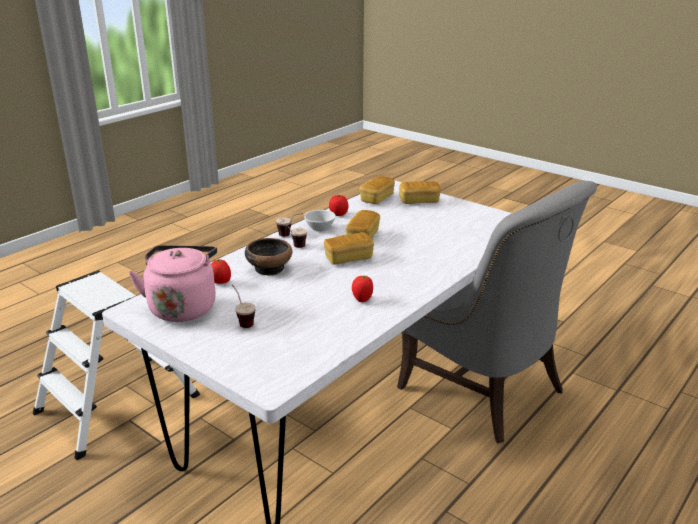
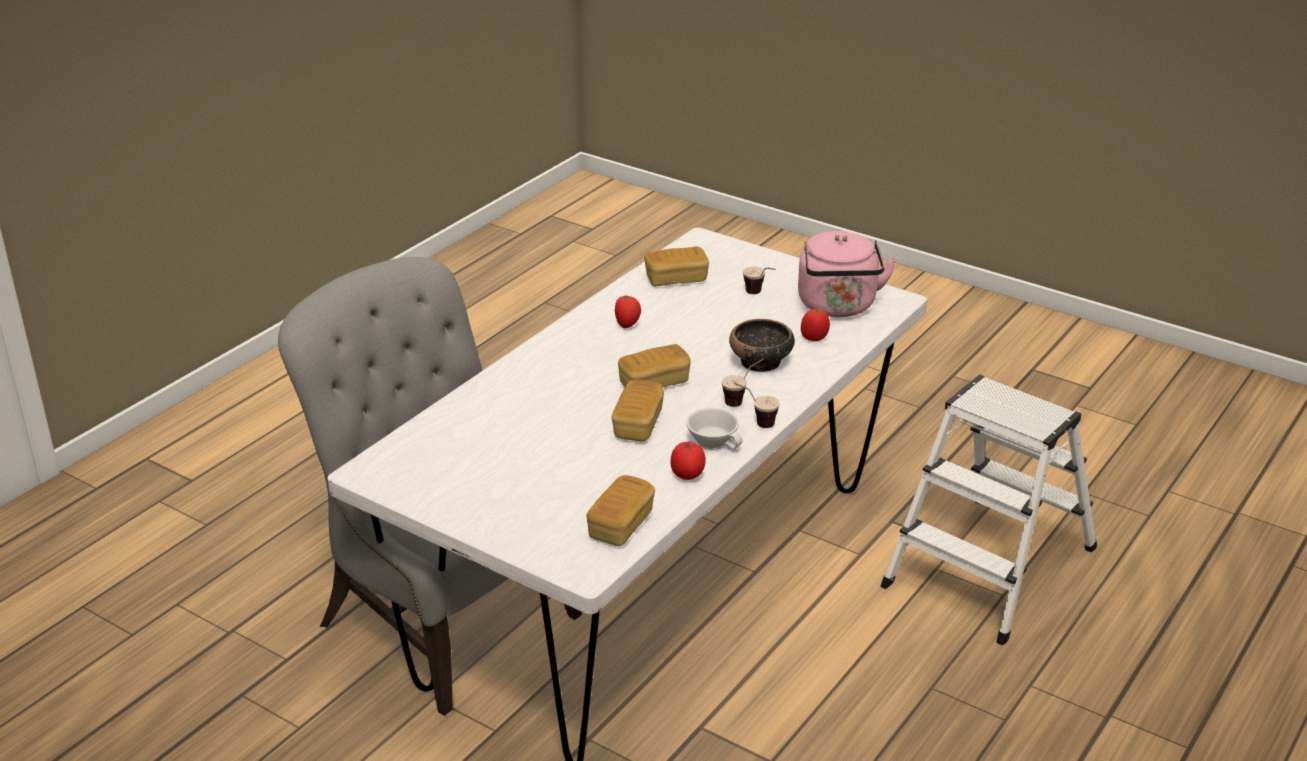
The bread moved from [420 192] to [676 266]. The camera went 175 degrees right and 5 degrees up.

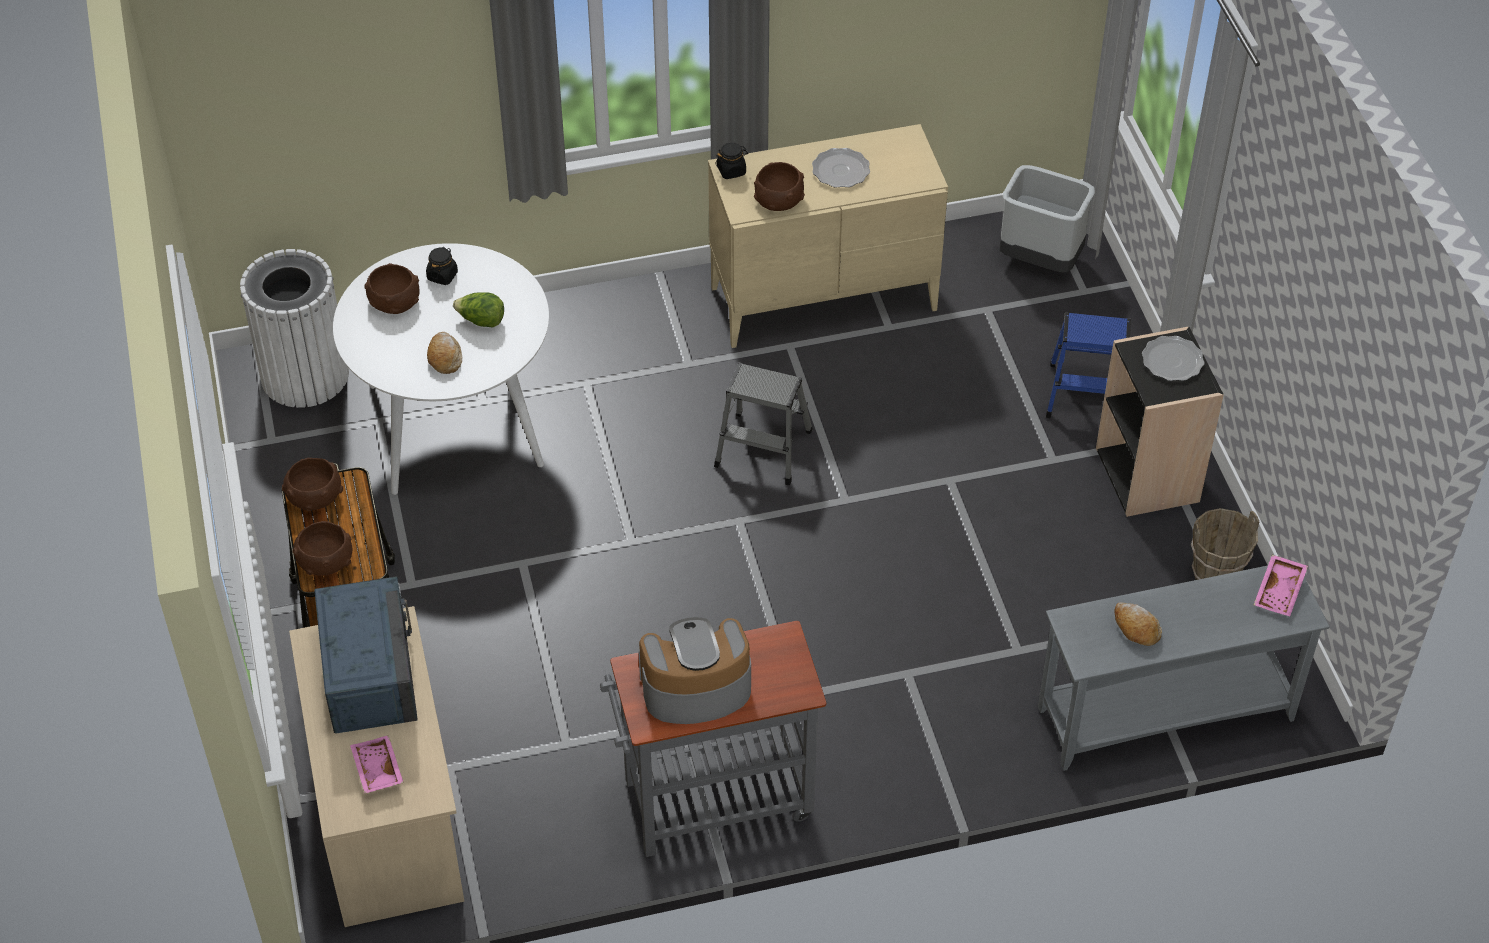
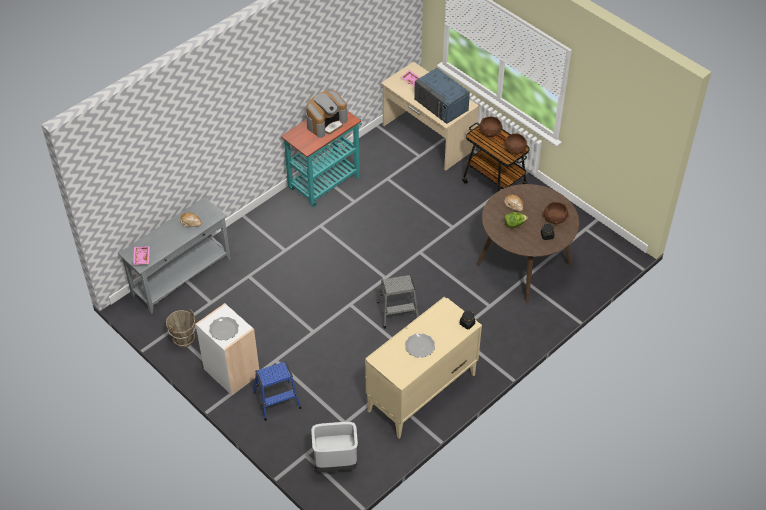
The black bookcase at [1160 421] became the white bookcase at [227 349]. The grey cart at [713 739] became the turquoise cart at [321 159]. The white dining table at [441 369] became the brown dining table at [528 243]. The white trash can at [294 328] disappeared. The brown bowl at [779 186] disappeared. The camera went 150 degrees right and 0 degrees up.

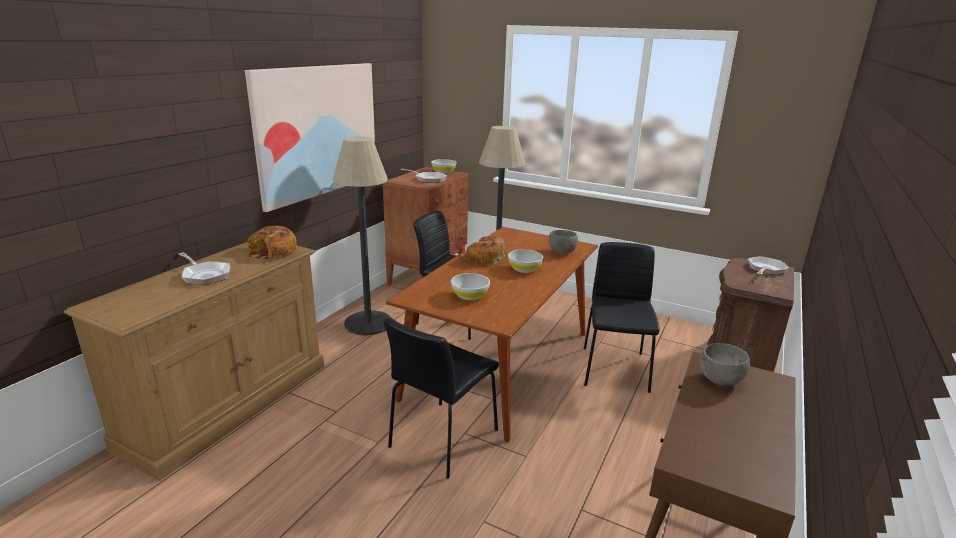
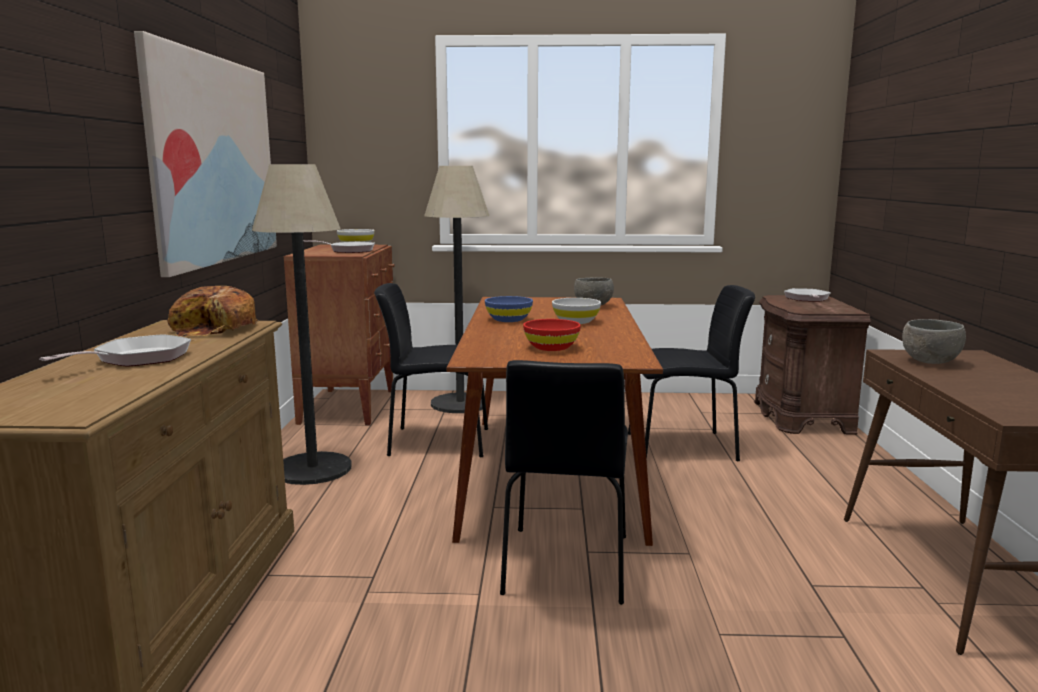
The frying pan at [204 268] turned 75 degrees counterclockwise. The bread at [482 250] was replaced by the blue bowl at [509 309]. The white bowl at [470 286] became the red bowl at [552 335]. The black chair at [622 317] turned 105 degrees clockwise. The camera went 25 degrees left and 10 degrees down.

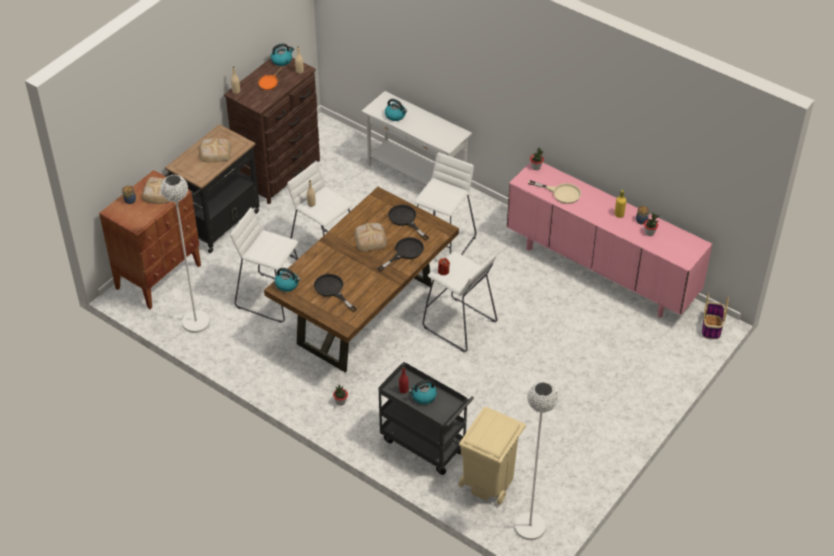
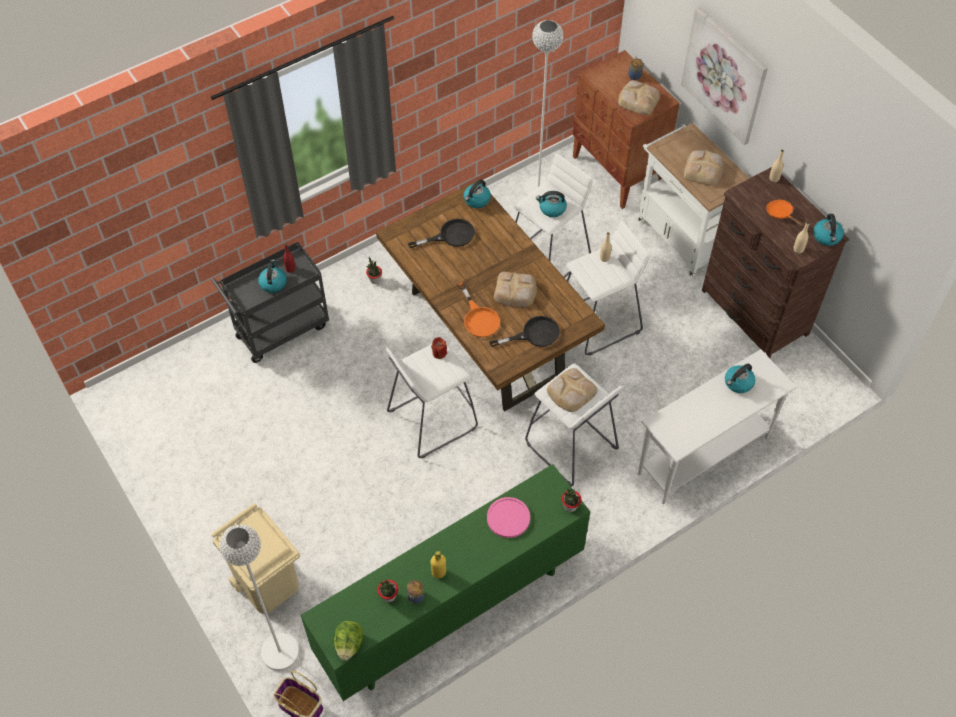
The beige trash can moved from [492 456] to [255 558]. The white floor lamp moved from [536 461] to [259 598]. The pink cabinet at [609 240] became the green cabinet at [445 582]. The lettuce at [348 641] appeared. The black frying pan at [400 254] became the orange frying pan at [479 309]. The beige frying pan at [554 192] was replaced by the pink plate at [508 517]. The kettle at [551 204] appeared. The bread at [572 390] appeared. The black cart at [212 188] became the white cart at [693 200]. The picture at [724 75] appeared. The camera went 110 degrees right and 10 degrees up.

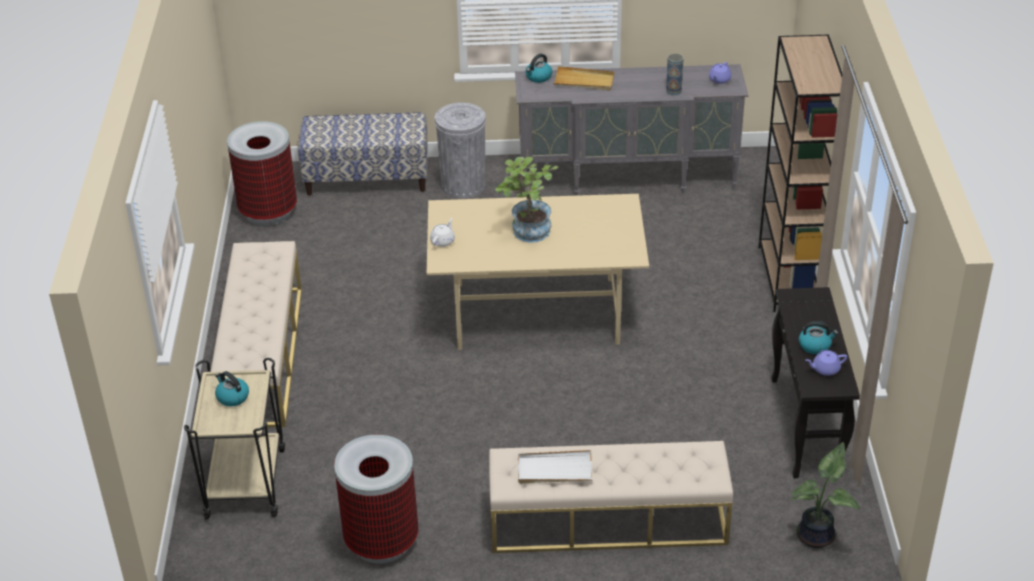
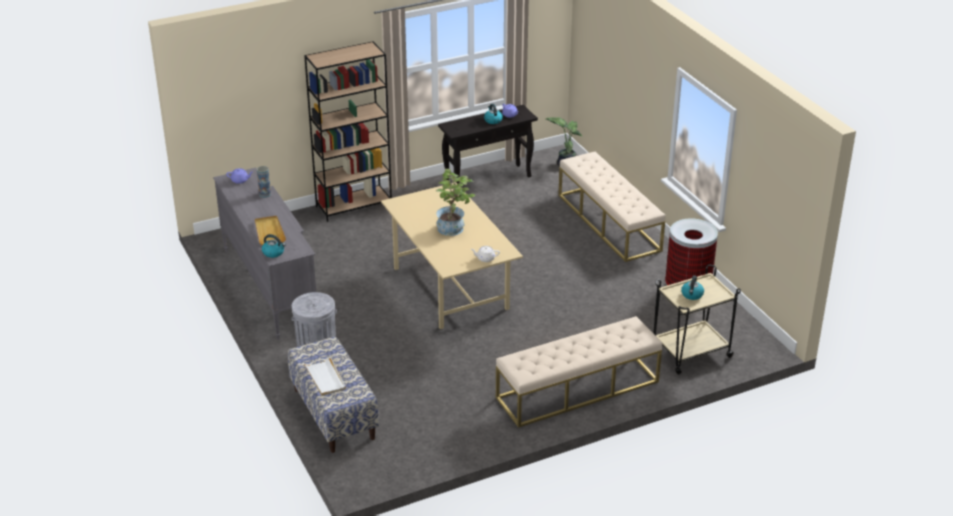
The white tray moved from [555 466] to [325 376]. The trash can at [262 173] disappeared. The camera went 115 degrees left and 5 degrees down.

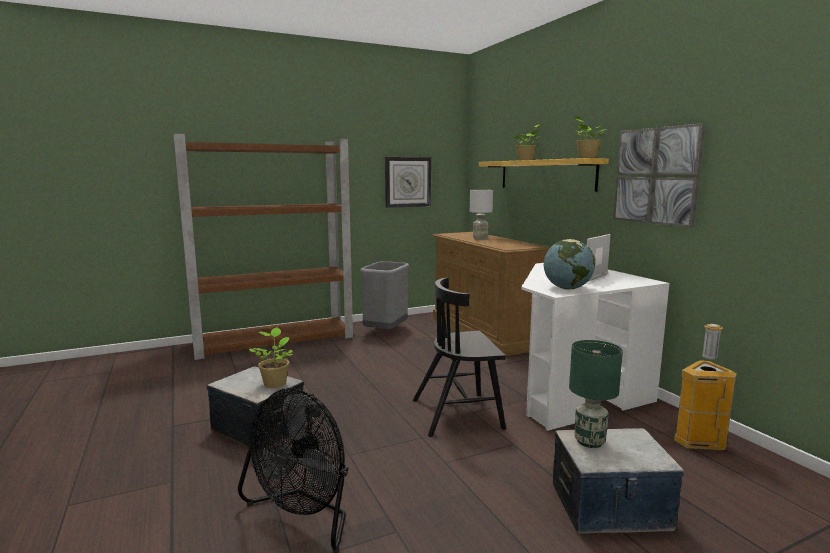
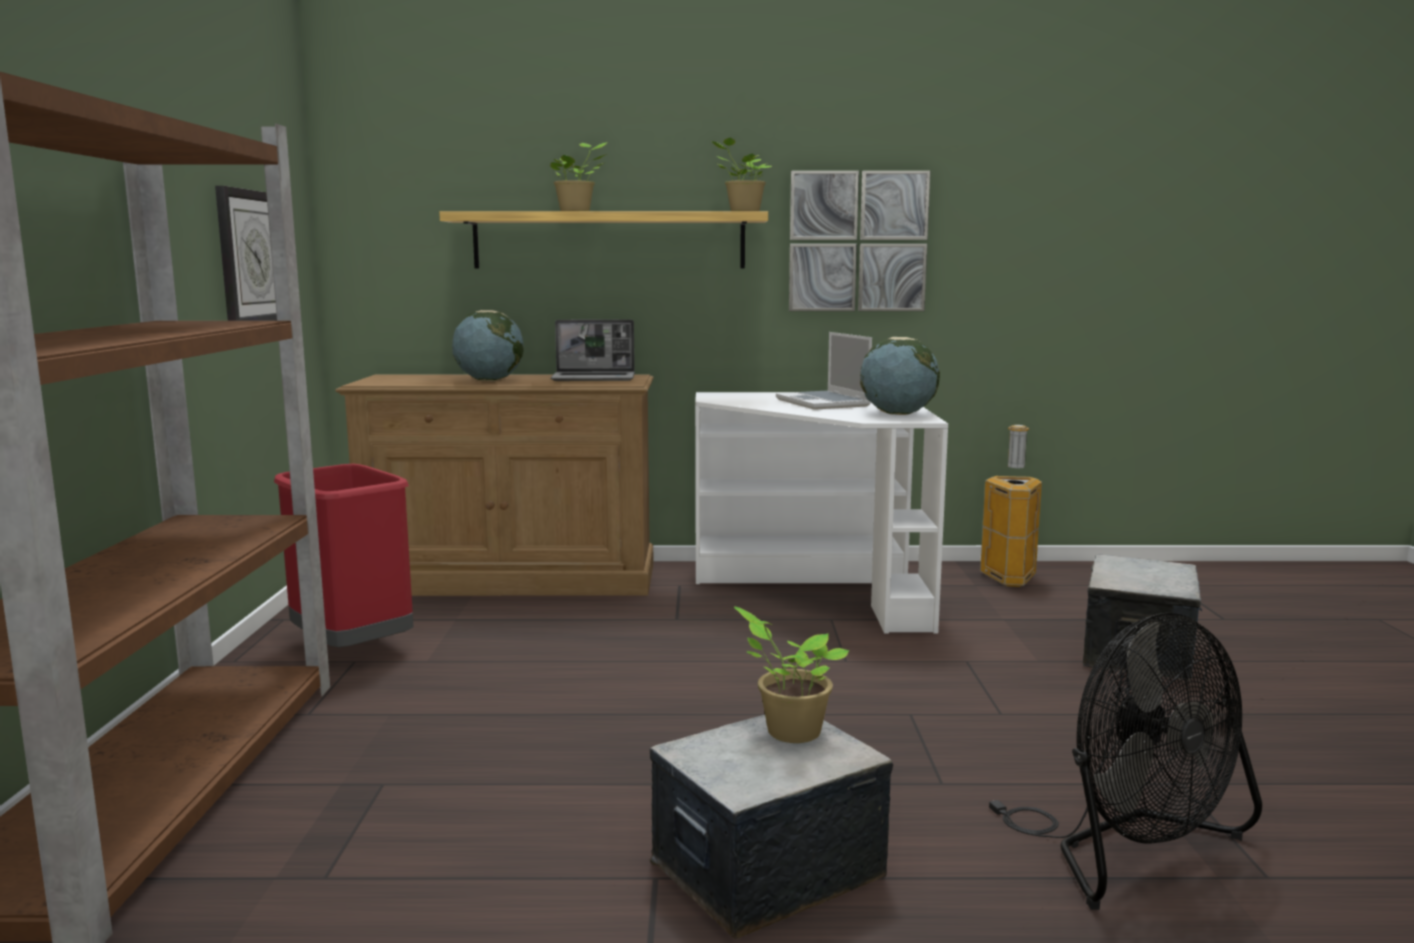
The grey trash can at [384 295] became the red trash can at [343 555]. The grey table lamp at [481 215] was replaced by the globe at [488 345]. The laptop at [593 350] appeared. The black chair at [459 357] disappeared. The green table lamp at [596 394] disappeared. The camera went 65 degrees left and 0 degrees up.

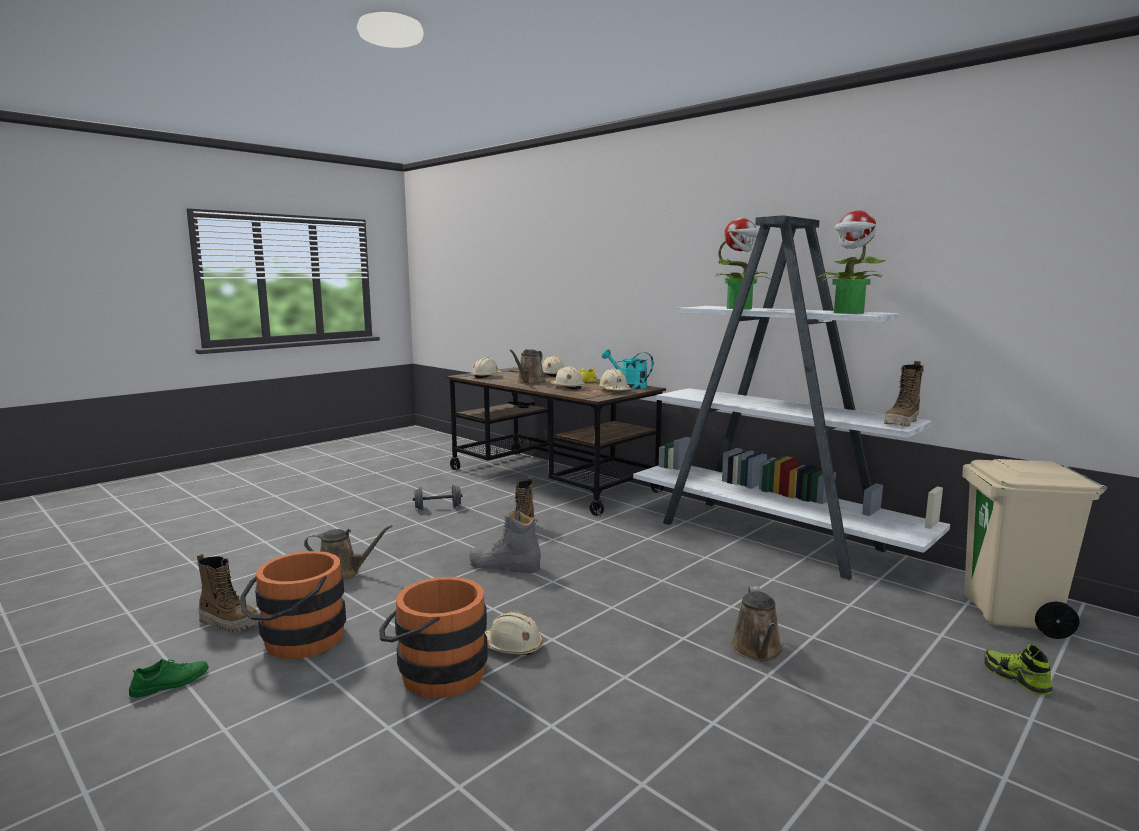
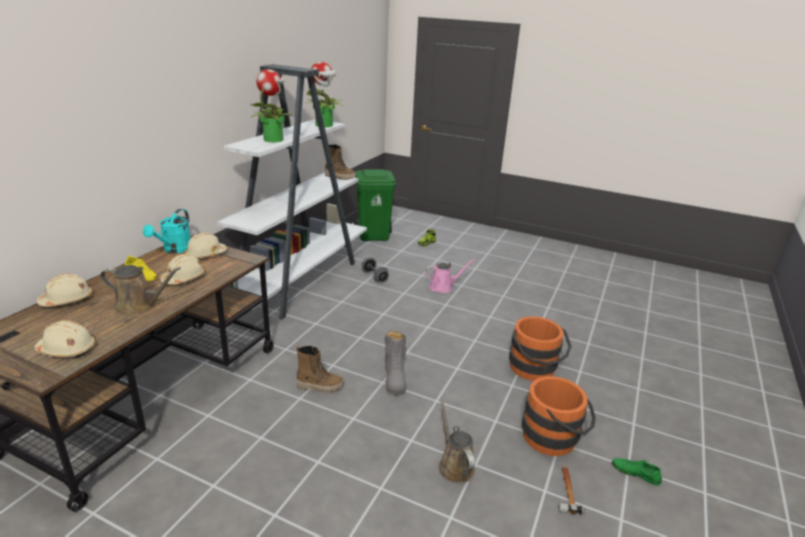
The beige trash can at [1034 549] became the green trash can at [375 205]. The grey dumbbell moved from [437 497] to [375 270]. The brown watering can at [756 623] became the pink watering can at [450 276]. The boot at [227 593] was replaced by the hammer at [571 491]. The beige hard hat at [514 633] disappeared. The camera went 110 degrees left and 15 degrees up.

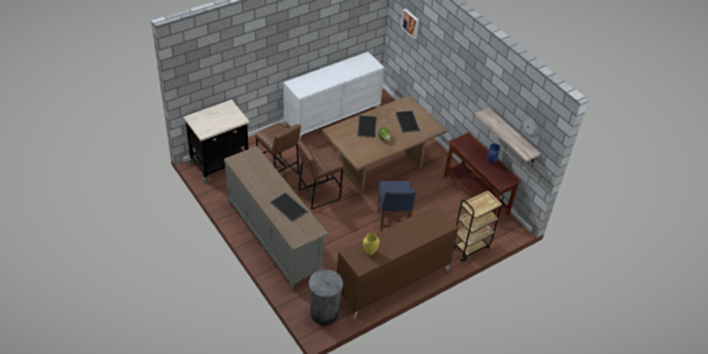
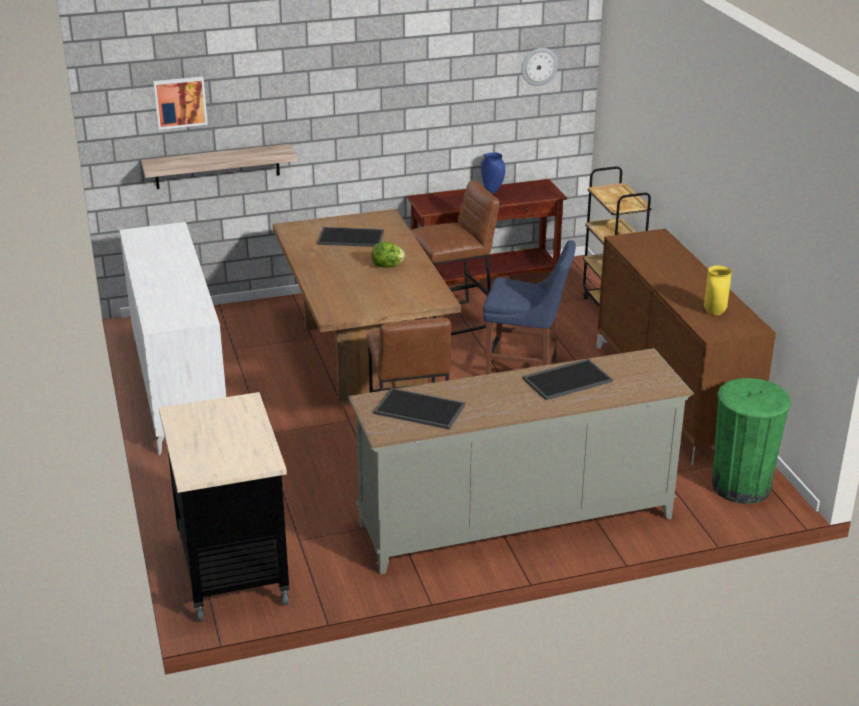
The shelf moved from [508 135] to [219 166]. The tray moved from [367 126] to [419 409]. The brown stool moved from [278 149] to [455 258]. The grey trash can at [326 297] became the green trash can at [751 441]. The camera went 70 degrees left and 15 degrees down.

